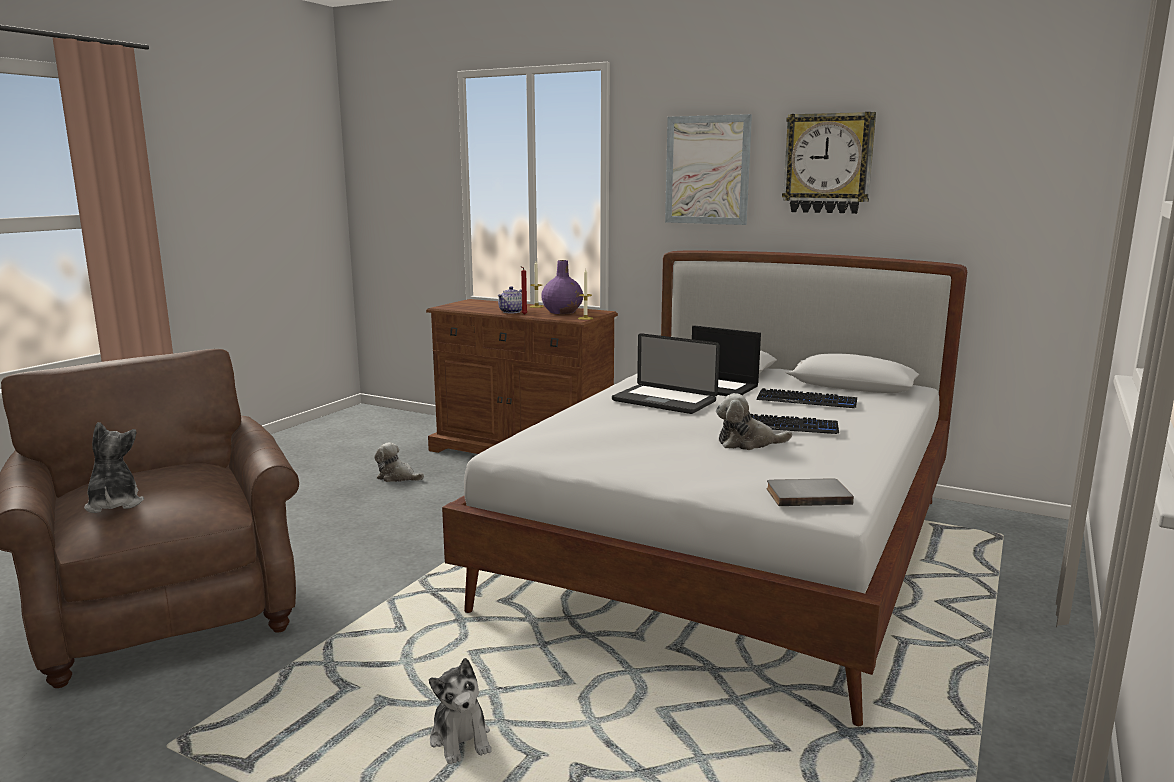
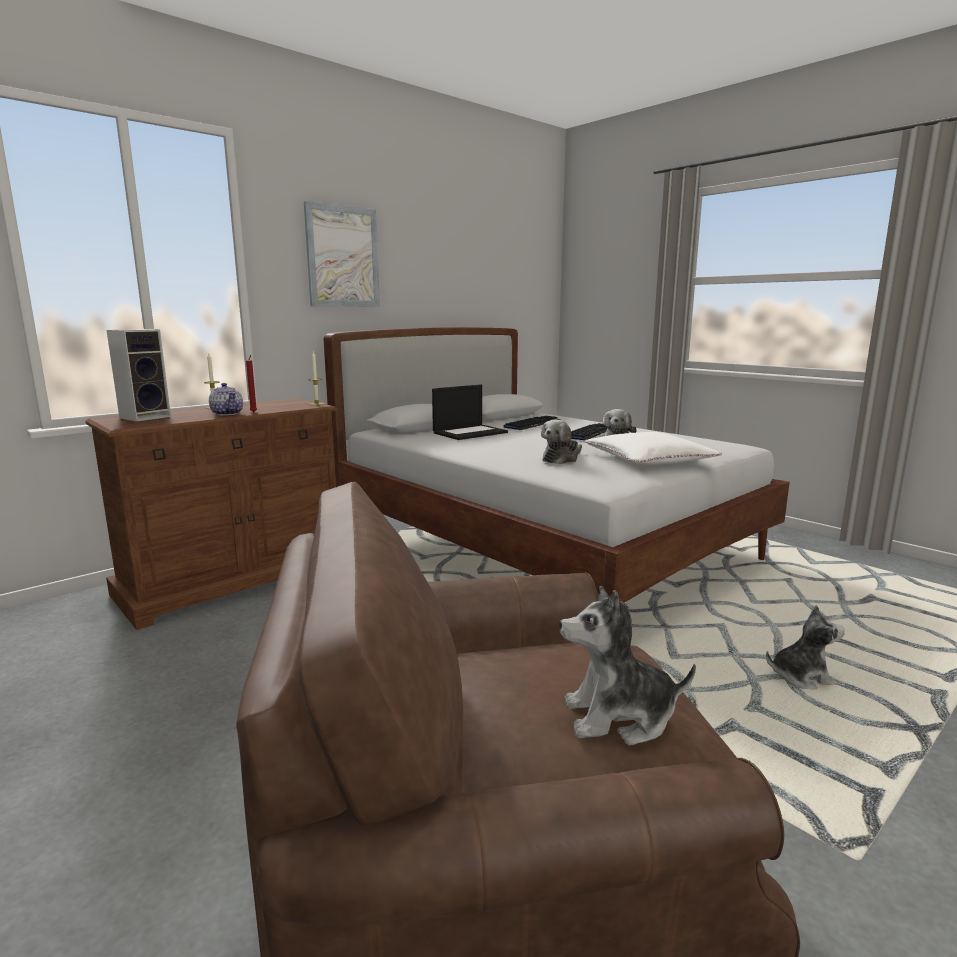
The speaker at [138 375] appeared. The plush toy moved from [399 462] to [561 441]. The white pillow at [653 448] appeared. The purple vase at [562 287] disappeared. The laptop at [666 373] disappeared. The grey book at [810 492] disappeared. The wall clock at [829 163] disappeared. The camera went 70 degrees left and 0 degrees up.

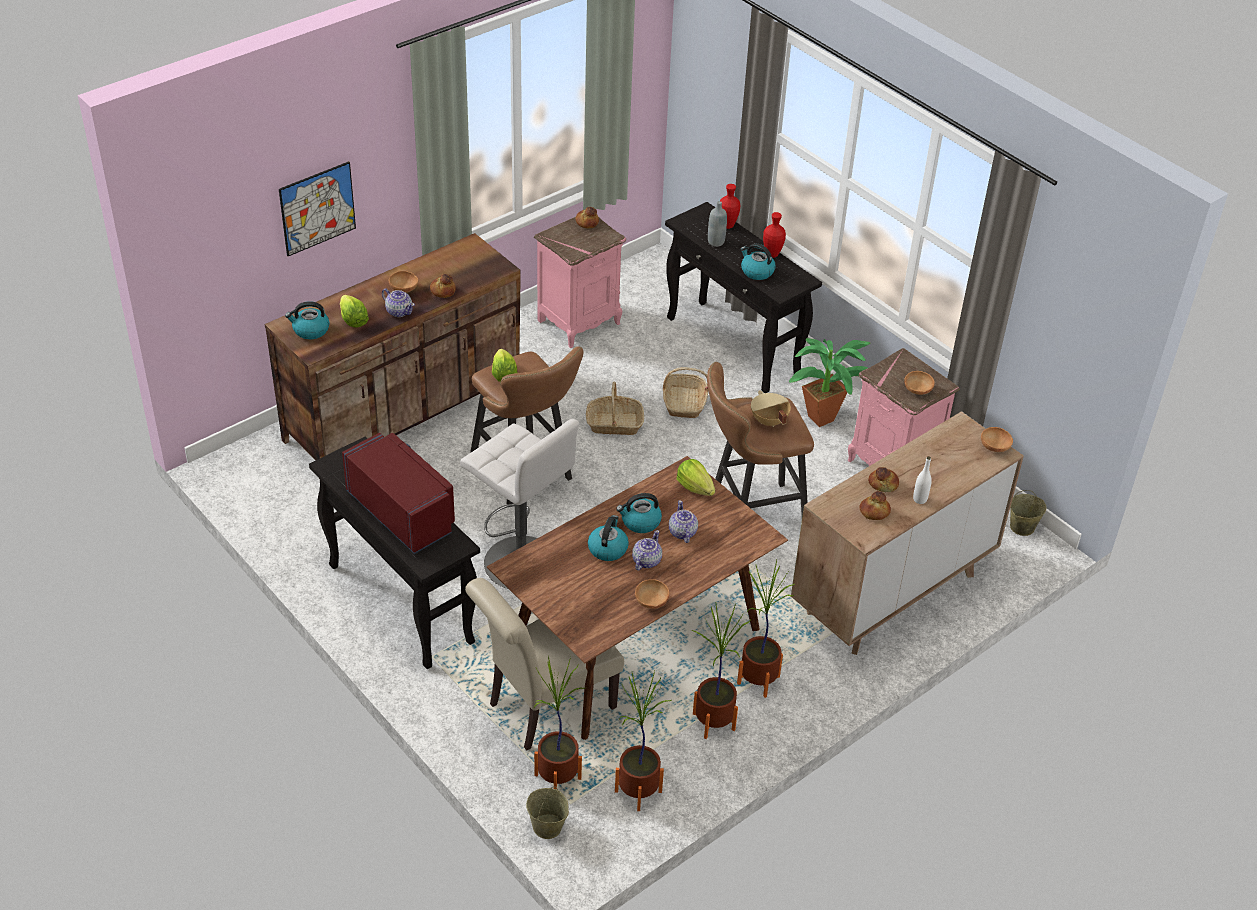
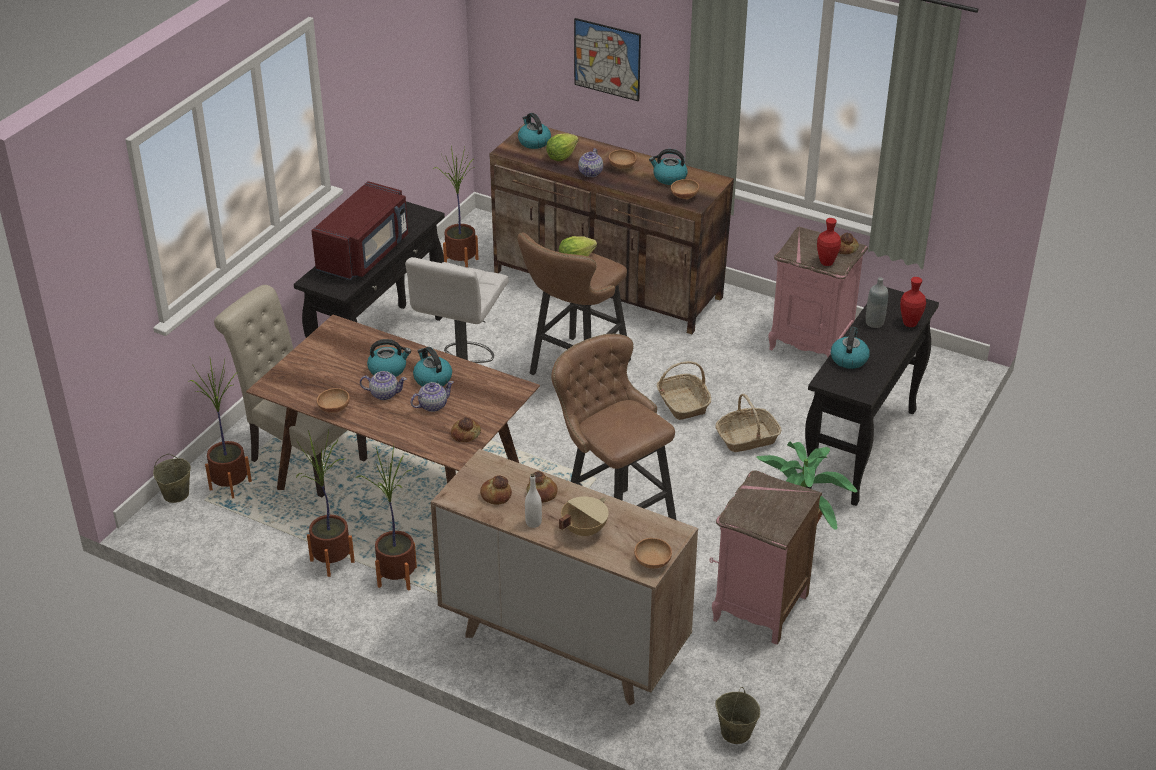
The potted plant moved from [643 741] to [456 206]. The bread moved from [443 286] to [466 429]. The beige cooking pot moved from [771 409] to [584 516]. The kettle at [668 167] appeared. The brown bowl moved from [919 383] to [685 189]. The red vase moved from [774 235] to [829 242]. The lettuce at [696 477] disappeared. The camera went 70 degrees right and 5 degrees down.

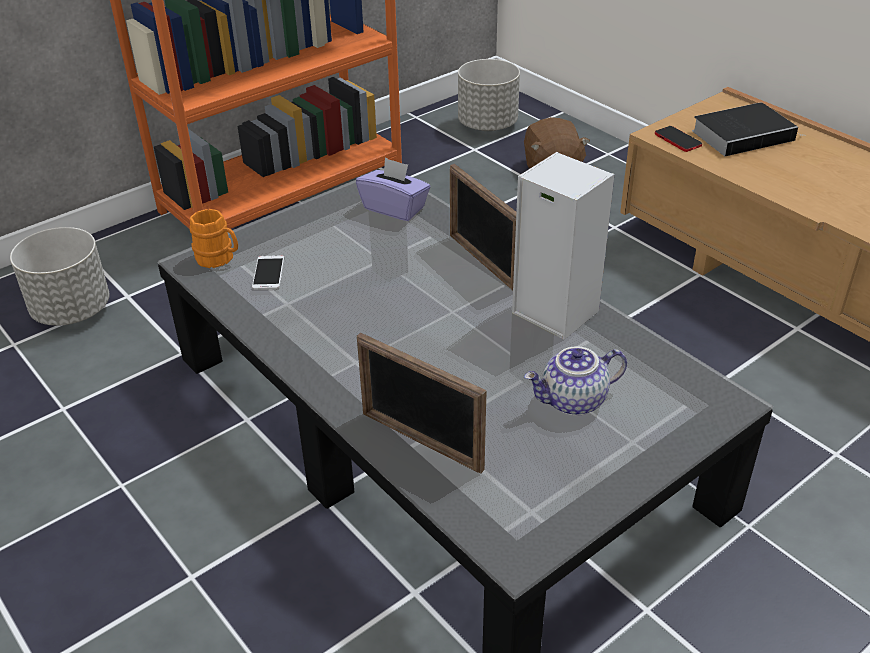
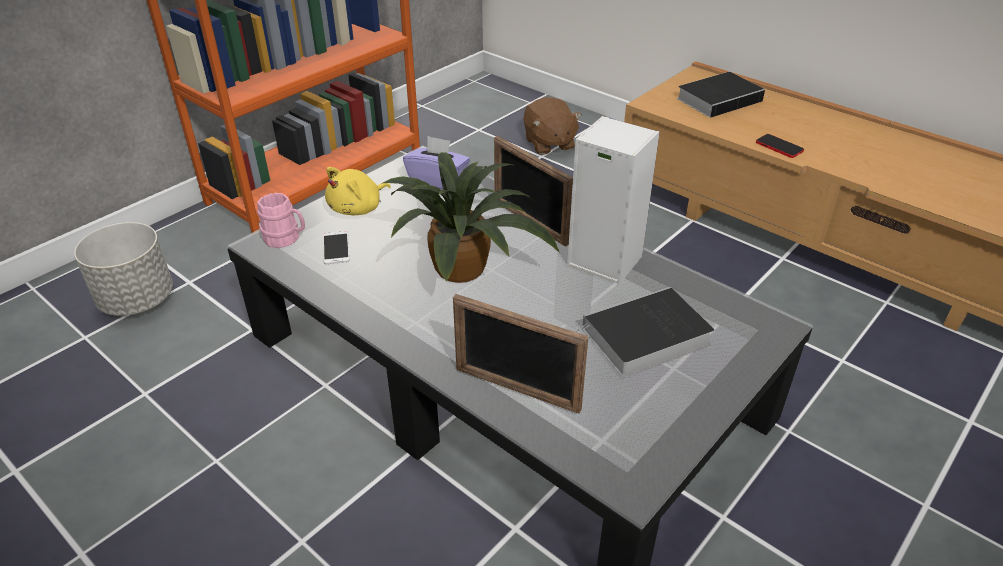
The orange mug at [214 238] became the pink mug at [281 220]. The yellow plush toy at [358 191] appeared. The potted plant at [471 217] appeared. The teapot at [575 381] was replaced by the book at [645 332]. The phone moved from [678 139] to [780 146]. The grey planter at [489 95] disappeared. The camera went 10 degrees left and 0 degrees up.

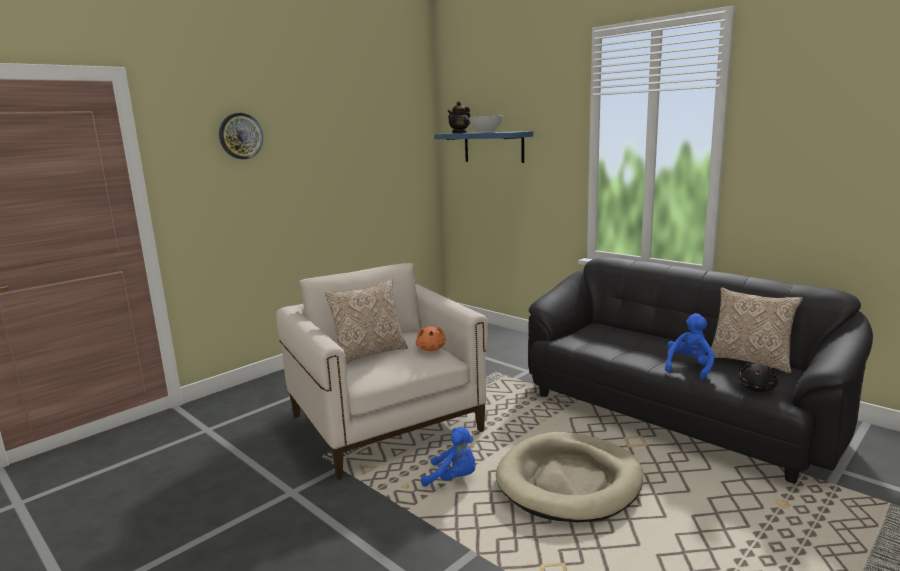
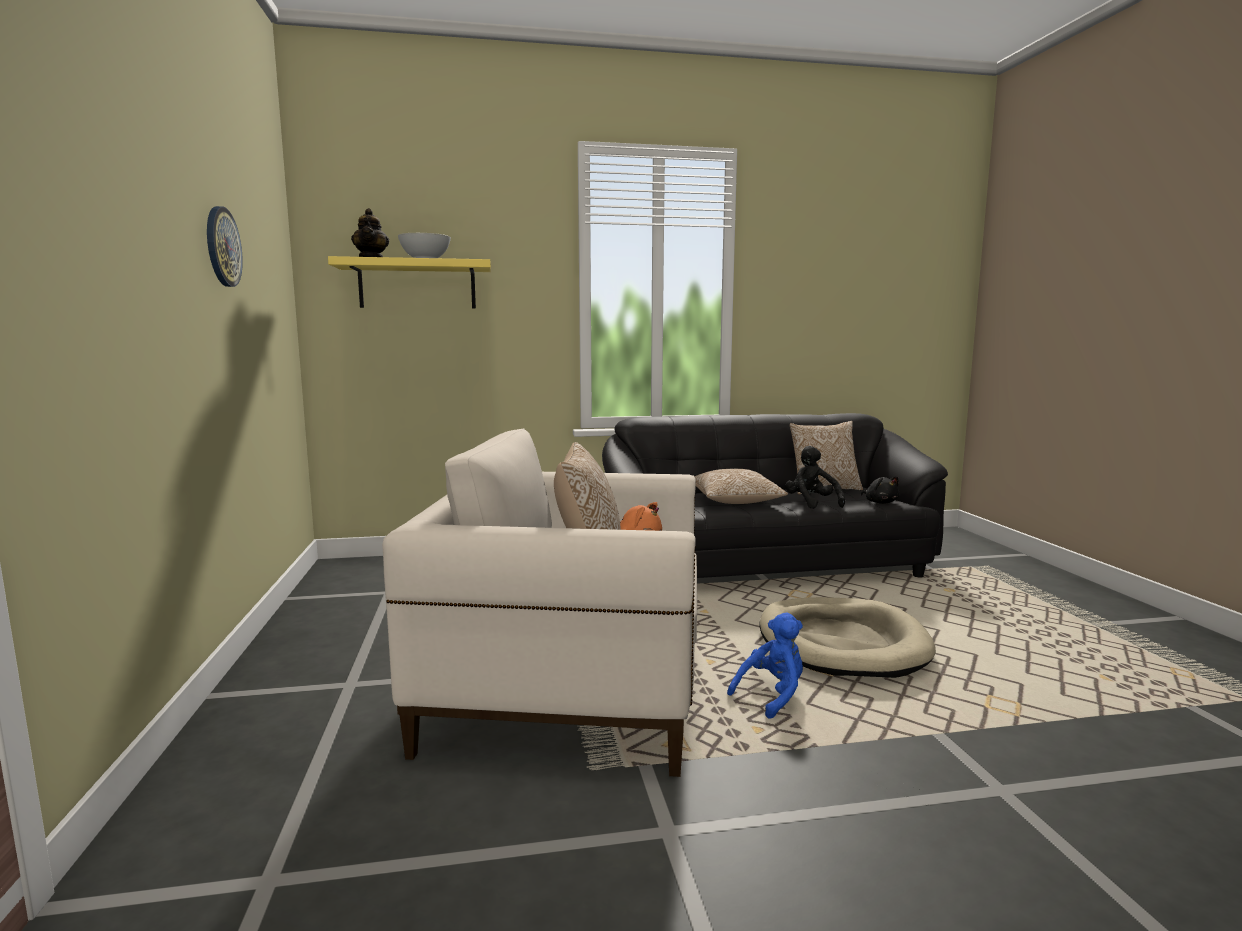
The wall clock moved from [241 136] to [225 246]. The blue shelf at [483 147] became the yellow shelf at [409 282]. The pillow at [741 486] appeared. The blue plush toy at [690 346] became the black plush toy at [815 477]. The camera went 55 degrees left and 5 degrees down.

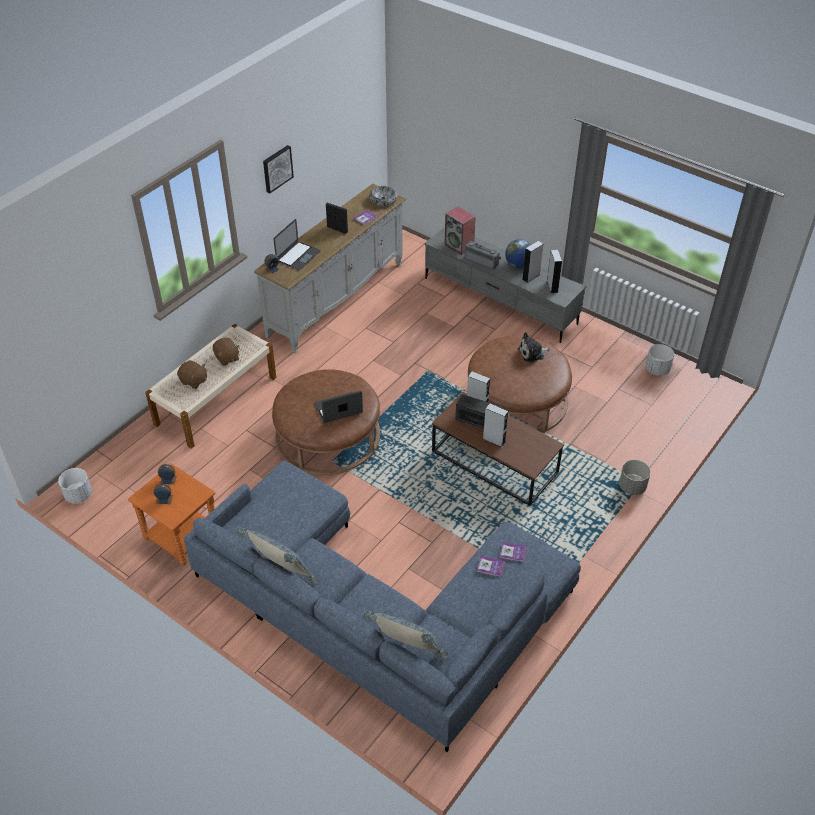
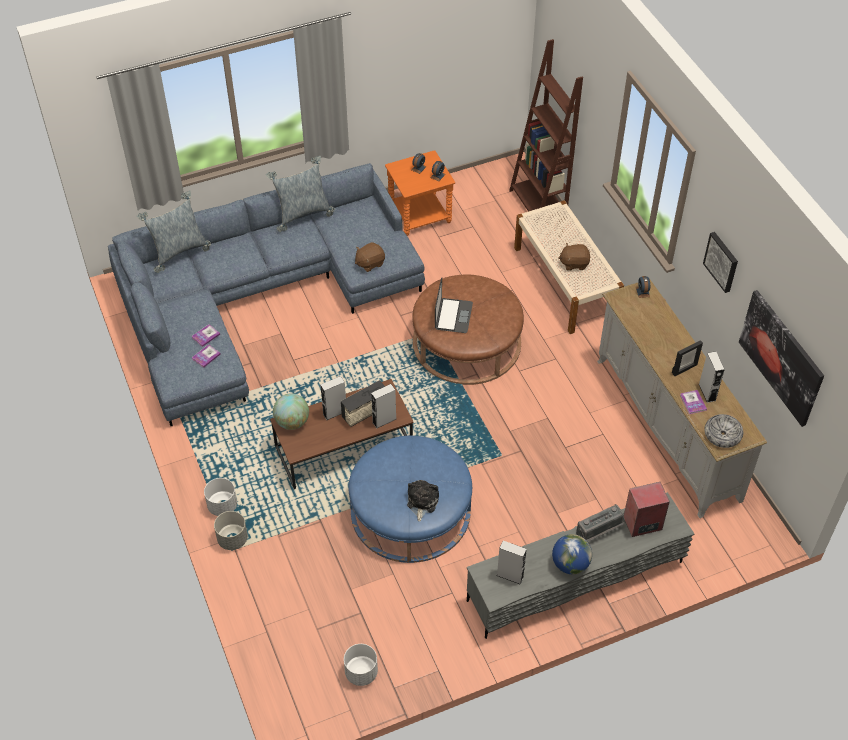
The white planter moved from [75 486] to [220 497]. The globe at [291 411] appeared. The brown ottoman at [520 384] became the blue ottoman at [410 499]. The brown plush toy moved from [192 374] to [370 257]. The brown bookcase at [546 133] appeared. The grey speaker moved from [532 262] to [712 377]. The picture at [781 358] appeared. The laptop at [297 244] disappeared. The camera went 120 degrees right and 5 degrees up.

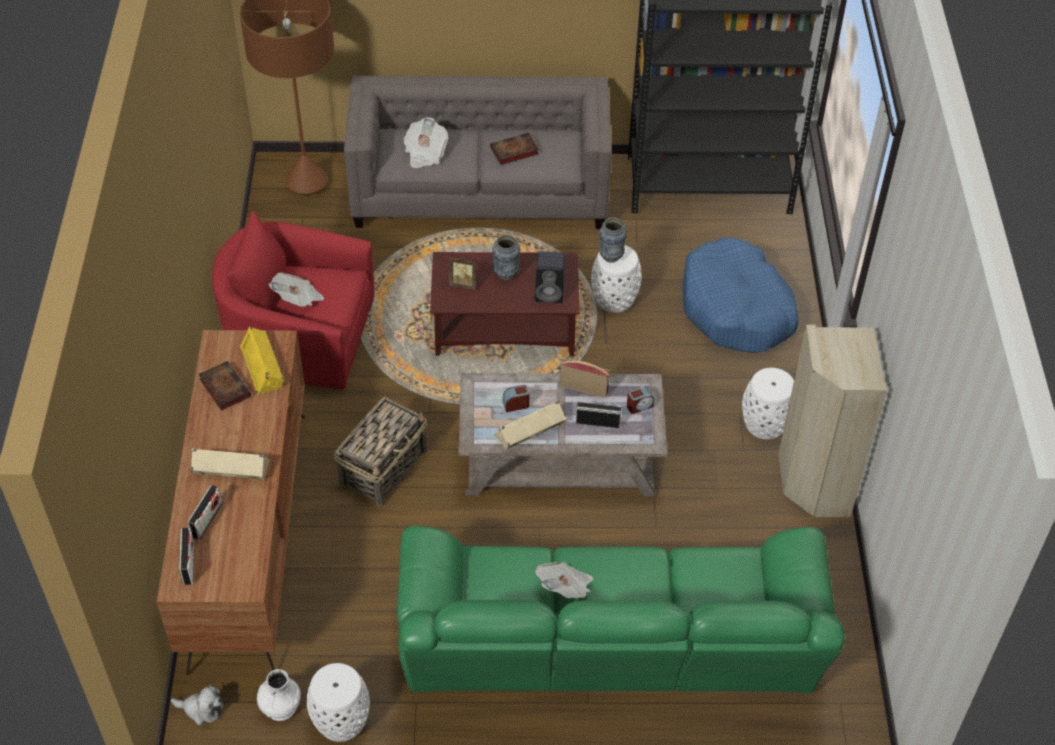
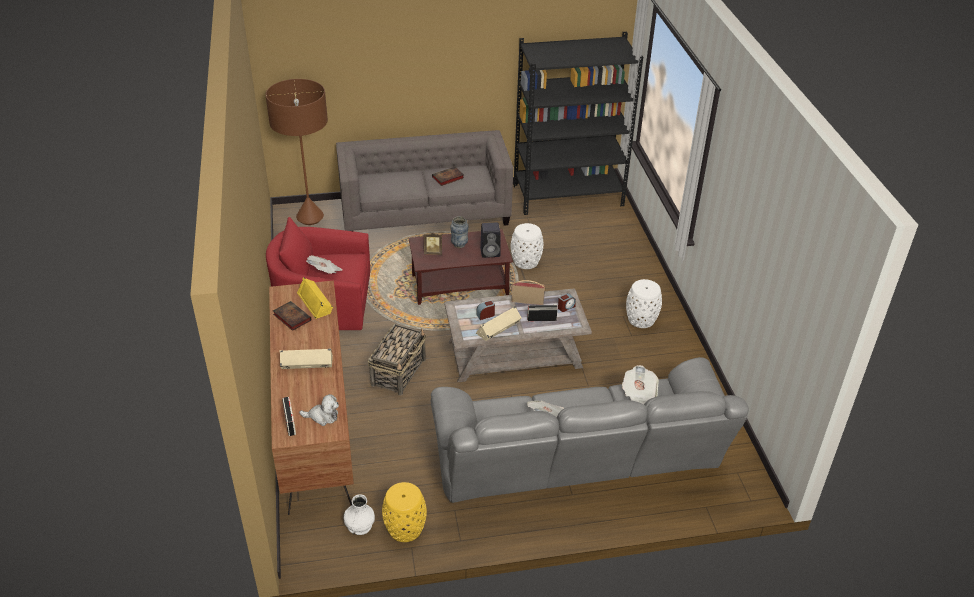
The plush toy moved from [197 705] to [319 410]. The white stool at [338 702] became the yellow stool at [404 512]. The green sofa at [621 609] became the grey sofa at [590 430]. The newspaper moved from [425 142] to [640 384]. The radio at [205 512] disappeared. The vase at [613 240] disappeared. The blue dog bed at [740 295] disappeared. The beige cabinet at [832 421] disappeared. The camera went 10 degrees left and 10 degrees down.

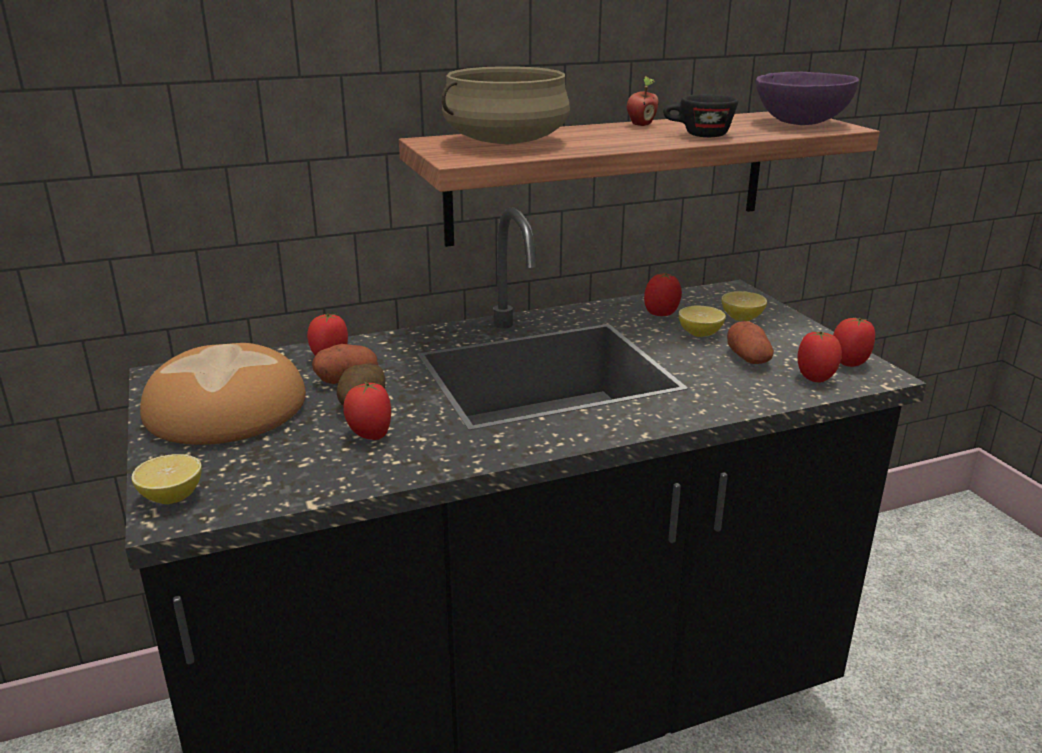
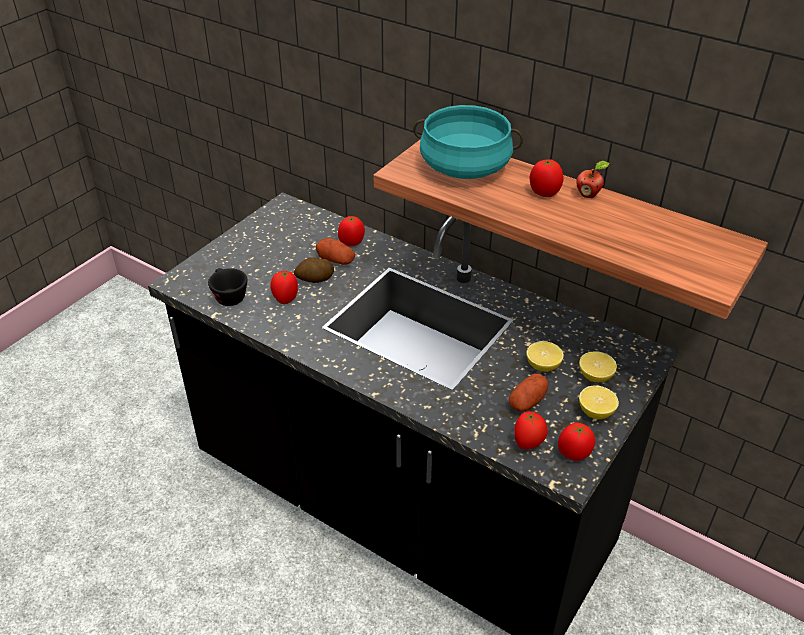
The black cup moved from [700 115] to [228 287]. The beige cooking pot at [506 105] became the turquoise cooking pot at [468 142]. The tomato moved from [663 294] to [547 178]. The lemon moved from [167 479] to [599 402]. The bread at [223 394] disappeared. The purple bowl at [807 98] disappeared. The camera went 55 degrees right and 15 degrees up.

